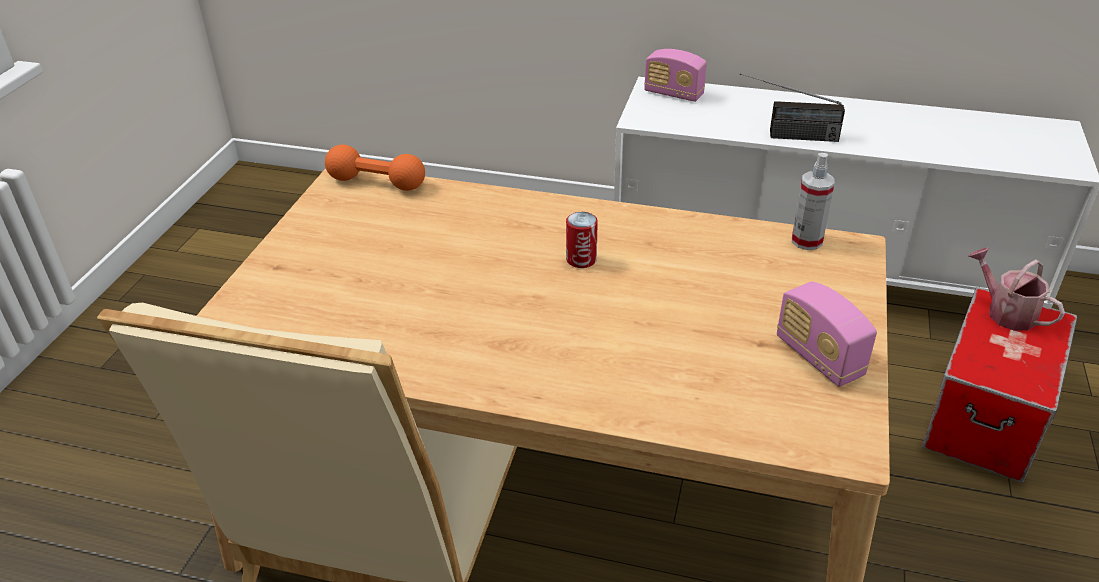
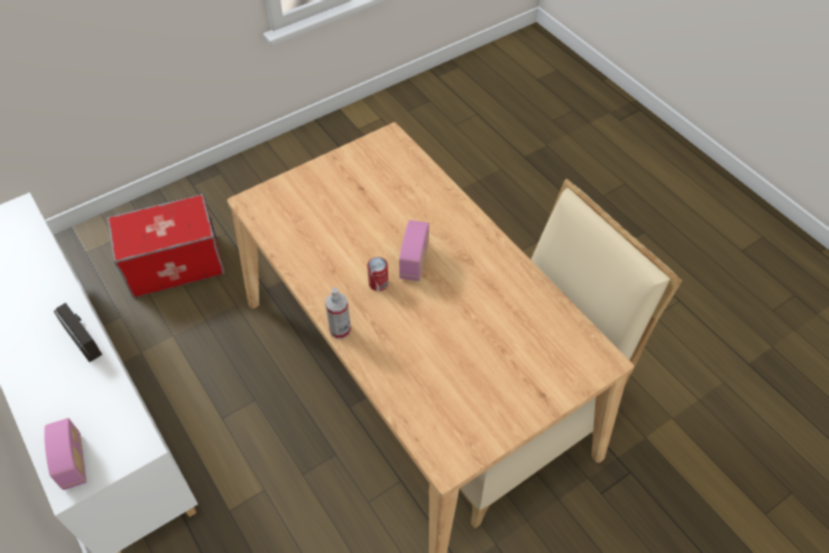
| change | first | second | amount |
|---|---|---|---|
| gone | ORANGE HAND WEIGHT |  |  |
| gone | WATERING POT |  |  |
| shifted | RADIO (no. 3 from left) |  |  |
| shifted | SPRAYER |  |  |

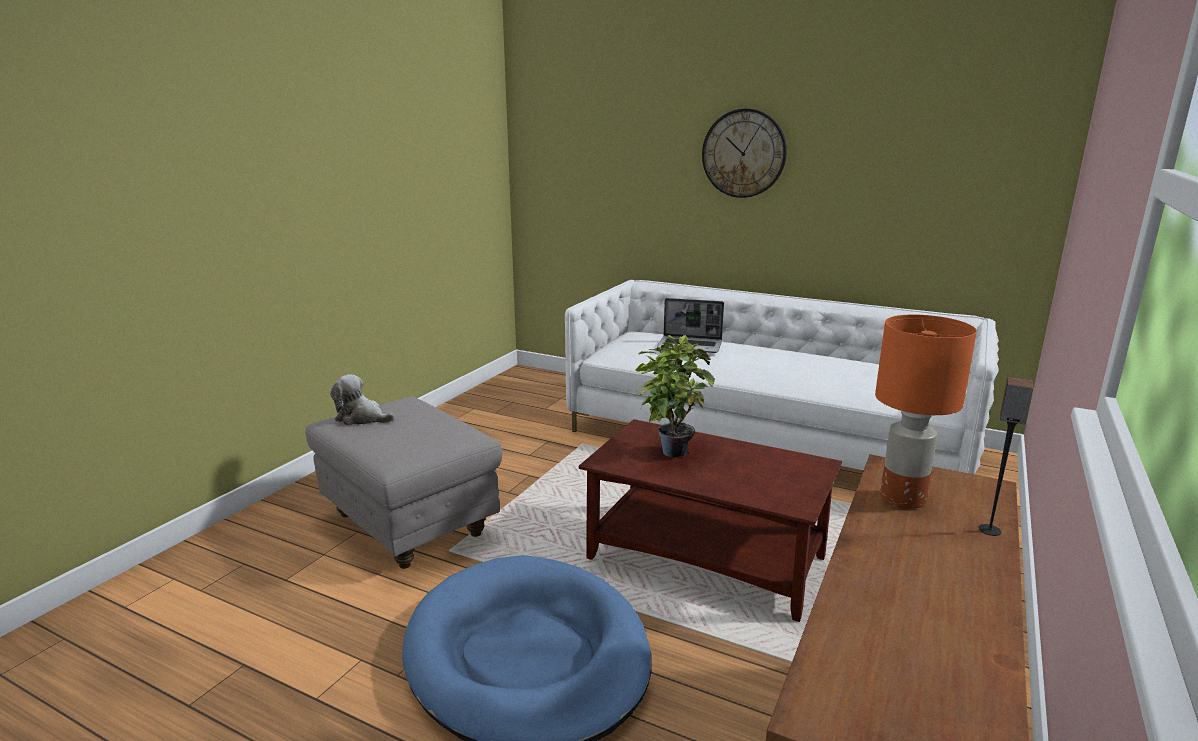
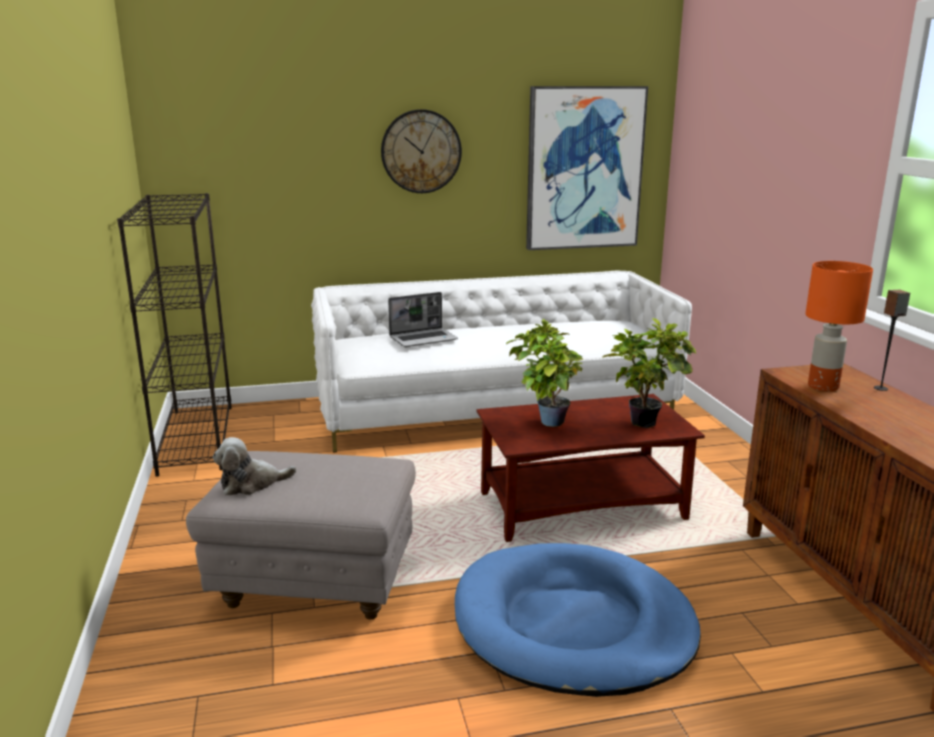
| change | first | second | amount |
|---|---|---|---|
| new |  | BLACK-COLOURED SHELVING UNIT |  |
| new |  | WALL PICTURE |  |
| new |  | PLANT IN A POT (no. 2 from left) |  |

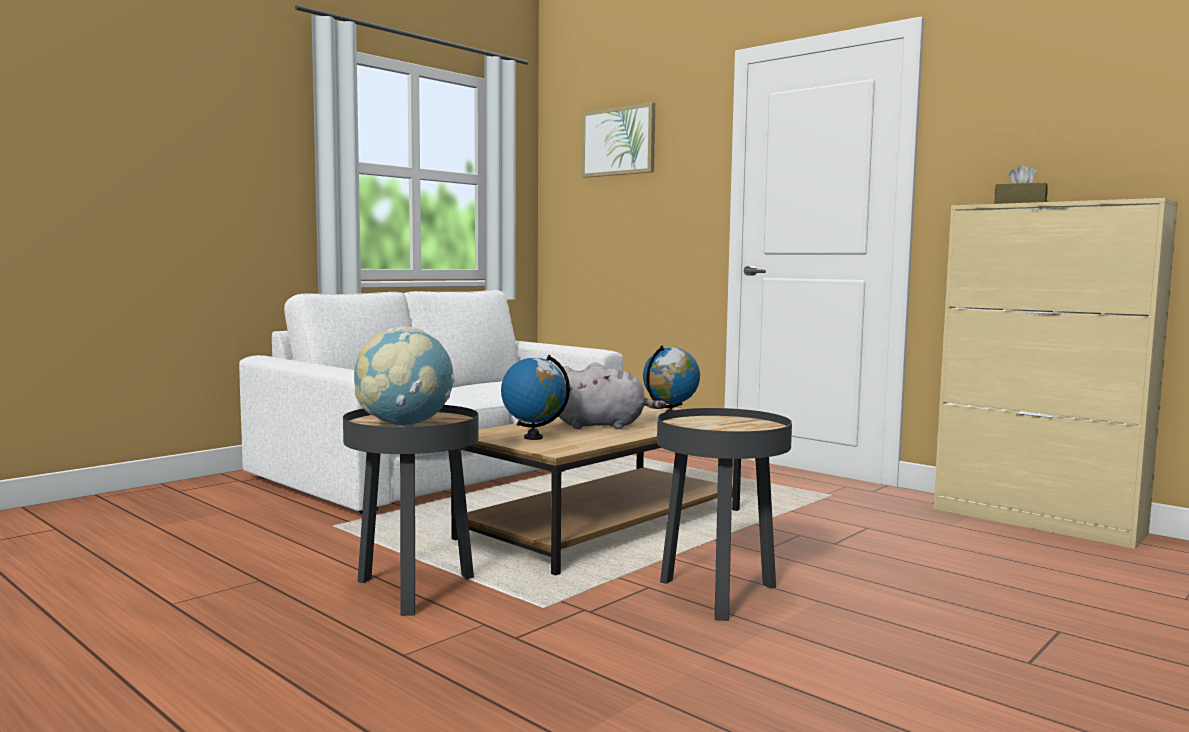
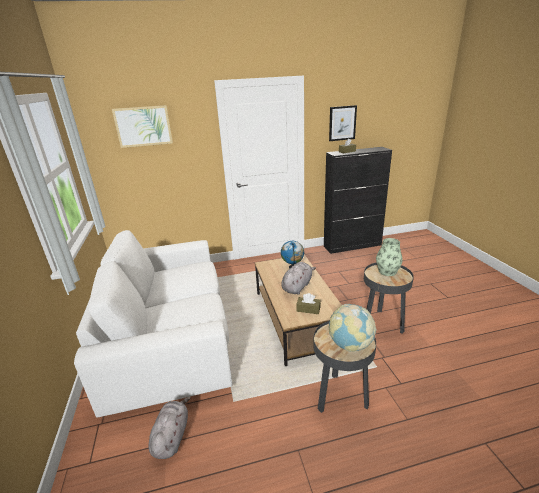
| change | first | second | amount |
|---|---|---|---|
| new |  | GRAY SOFT TOY (no. 1 from left) |  |
| new |  | WALL PICTURE (no. 2 from left) |  |
| new |  | FLOWER VASE |  |
| swapped | GLOBE (no. 2 from left) | BROWNISH BOX OF TISSUES (no. 1 from left) |  |
| repainted | BEIGE STORAGE CABINET | BLACK-COLOURED STORAGE CABINET |  |

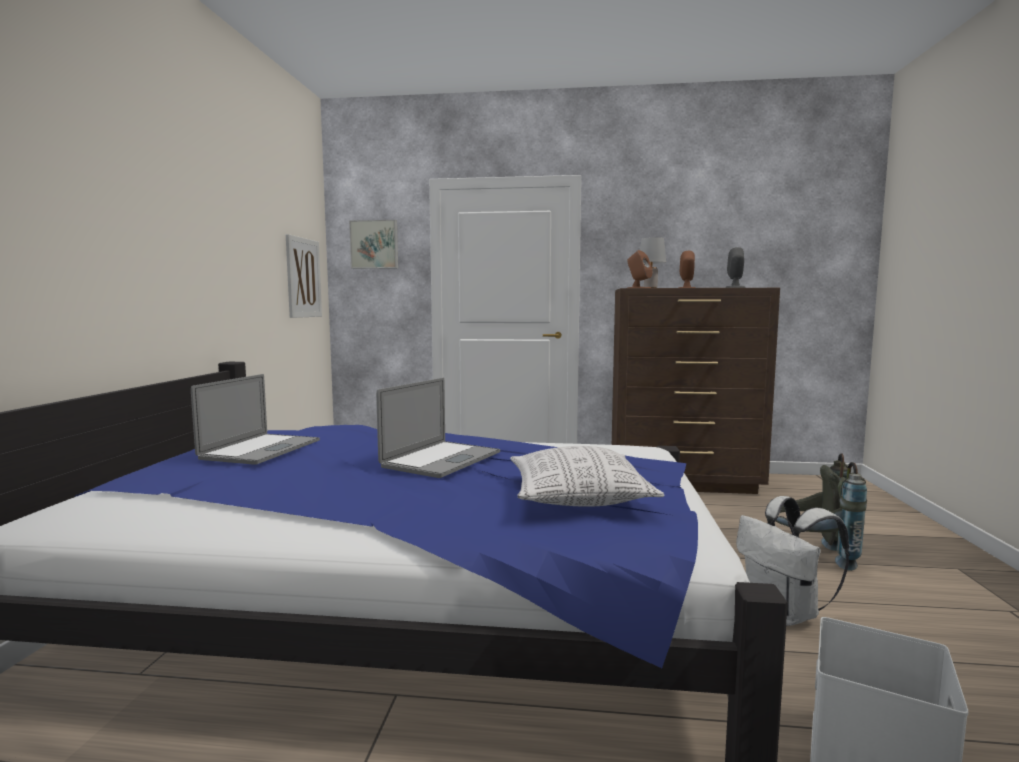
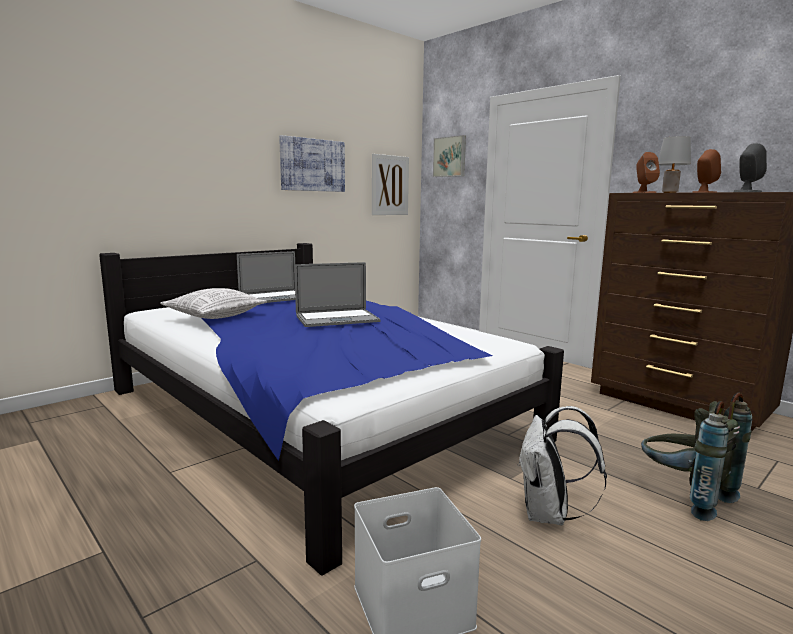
| change | first | second | amount |
|---|---|---|---|
| new |  | WALL PICTURE (no. 1 from left) |  |
| shifted | THROW PILLOW |  |  |

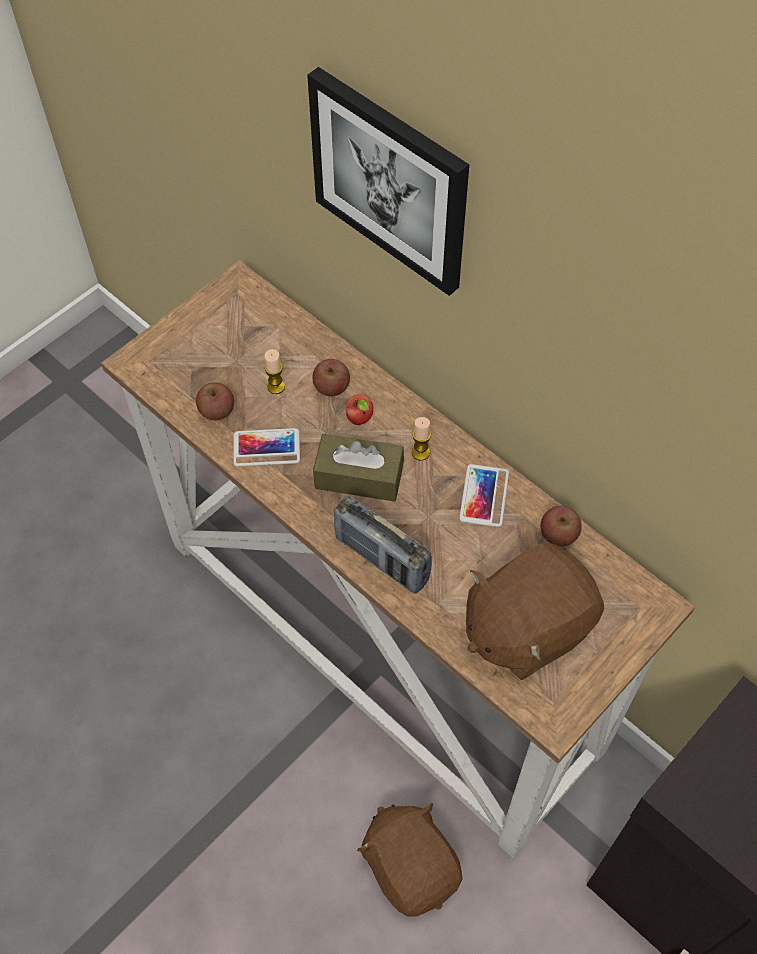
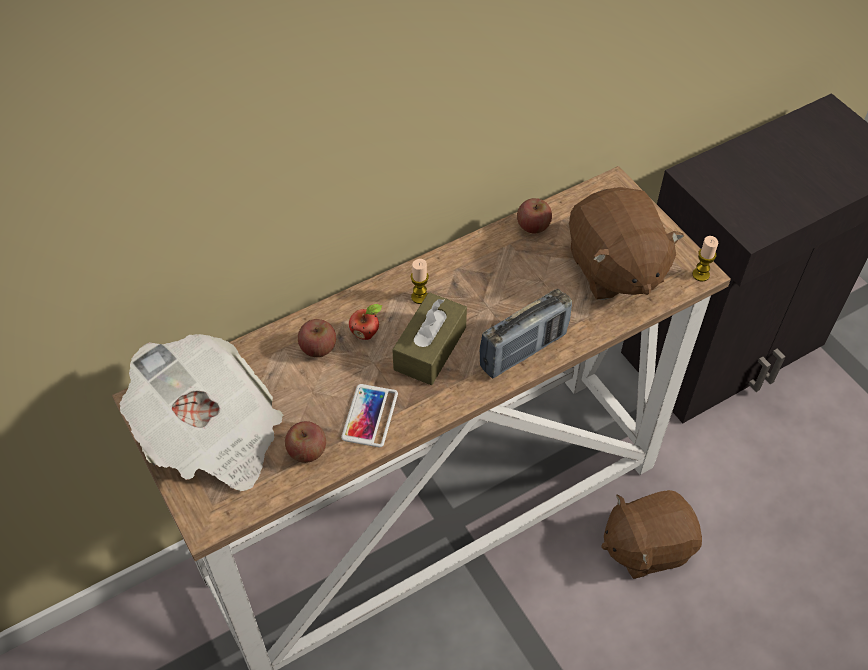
| change | first | second | amount |
|---|---|---|---|
| gone | WALL PICTURE |  |  |
| gone | TELEPHONE (no. 2 from left) |  |  |
| new |  | NEWSPAPER |  |
| shifted | WAX CANDLE (no. 1 from left in the first image) | WAX CANDLE (no. 2 from left) |  |

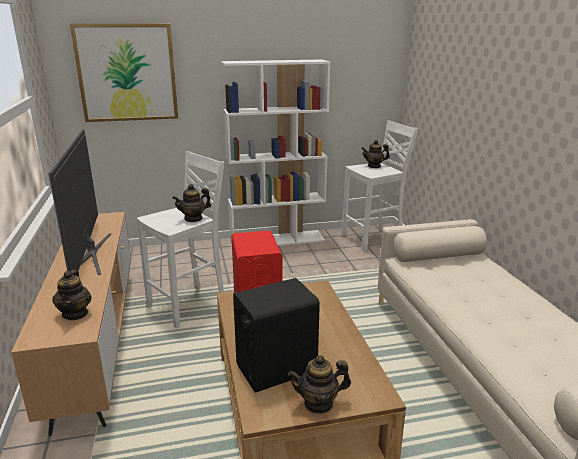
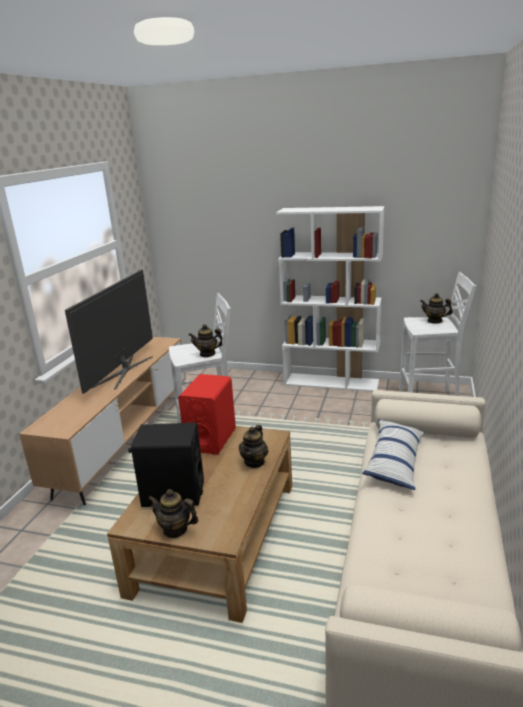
| change | first | second | amount |
|---|---|---|---|
| gone | WALL PICTURE |  |  |
| new |  | THROW PILLOW |  |
| shifted | TEA POT (no. 1 from left in the first image) | TEA POT (no. 3 from left) |  |

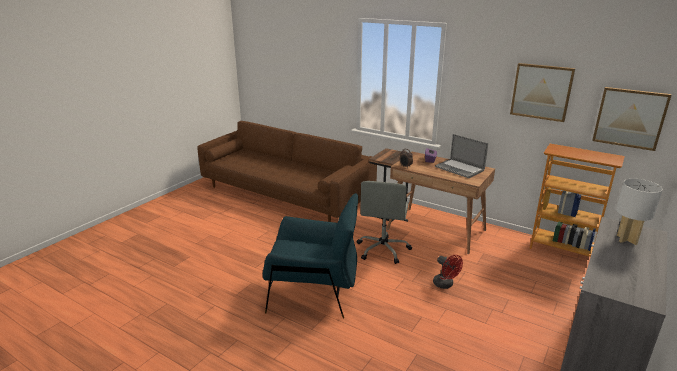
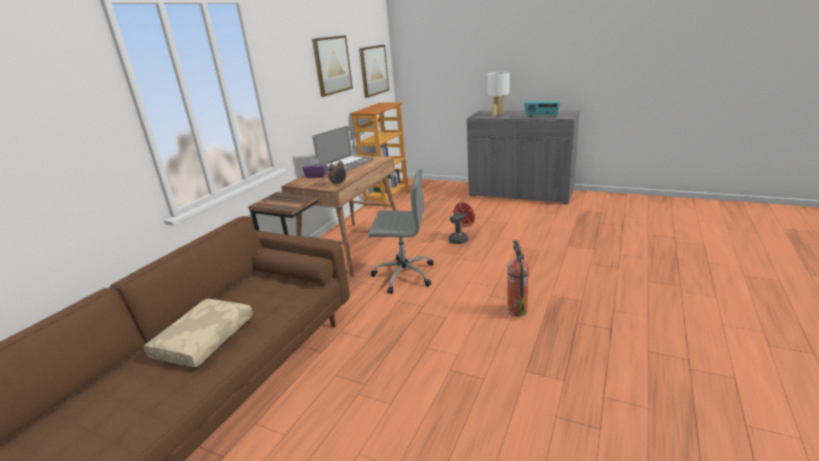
| change | first | second | amount |
|---|---|---|---|
| new |  | BEIGE THROW PILLOW |  |
| new |  | RADIO |  |
| swapped | BLUE-COLOURED LOUNGE CHAIR | FIRE EXTINGUISHER |  |

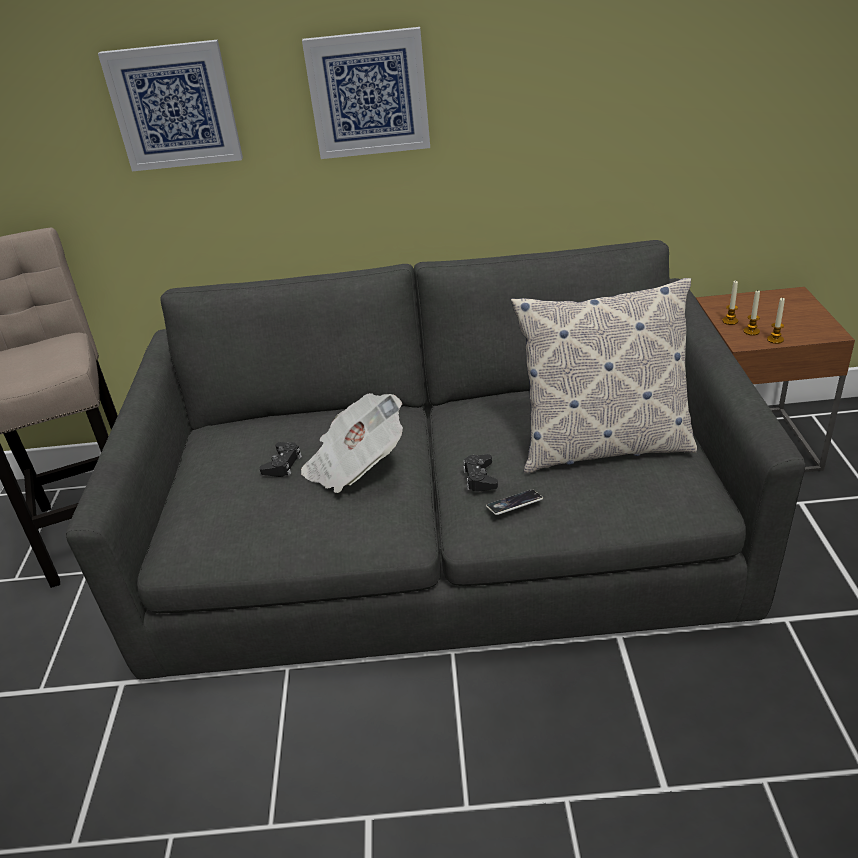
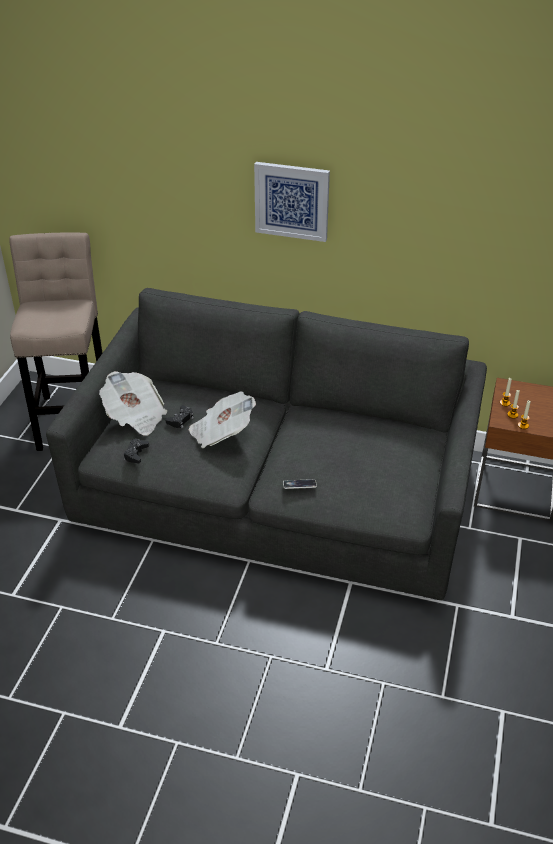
| change | first | second | amount |
|---|---|---|---|
| gone | WALL PICTURE (no. 1 from left) |  |  |
| gone | THROW PILLOW |  |  |
| new |  | NEWSPAPER (no. 1 from left) |  |
| shifted | BLACK-COLOURED GAMEPAD (no. 2 from left in the first image) | BLACK-COLOURED GAMEPAD (no. 1 from left) |  |

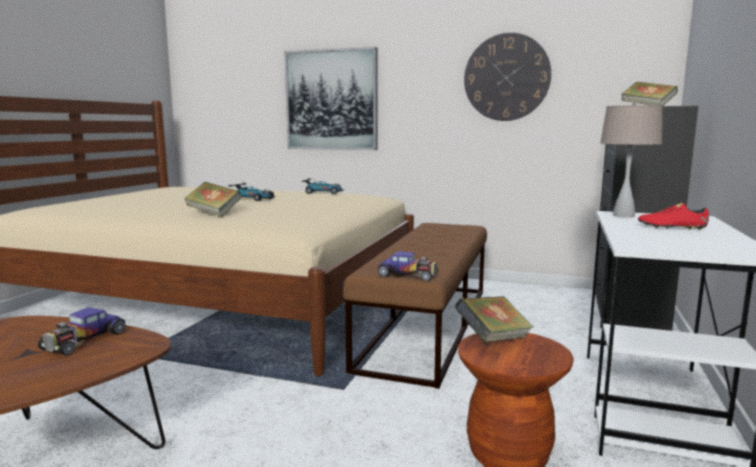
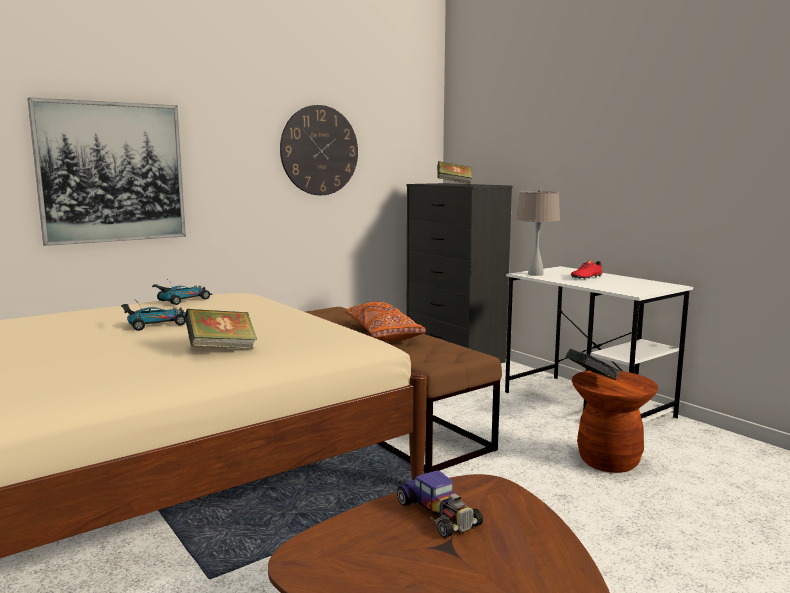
| change | first | second | amount |
|---|---|---|---|
| gone | MINIATURE CAR (no. 4 from left) |  |  |
| new |  | ORANGE THROW PILLOW |  |

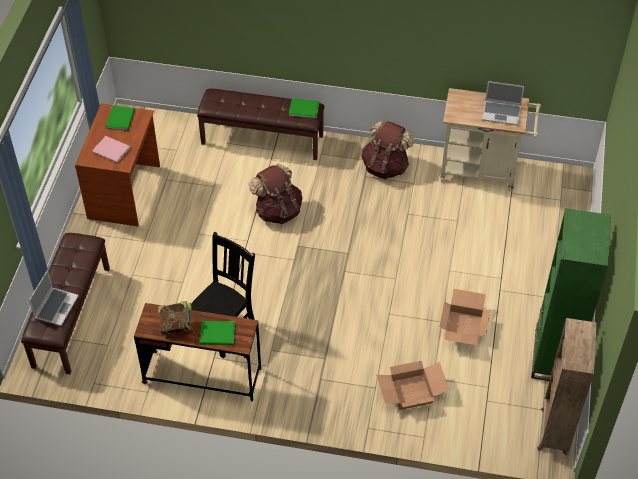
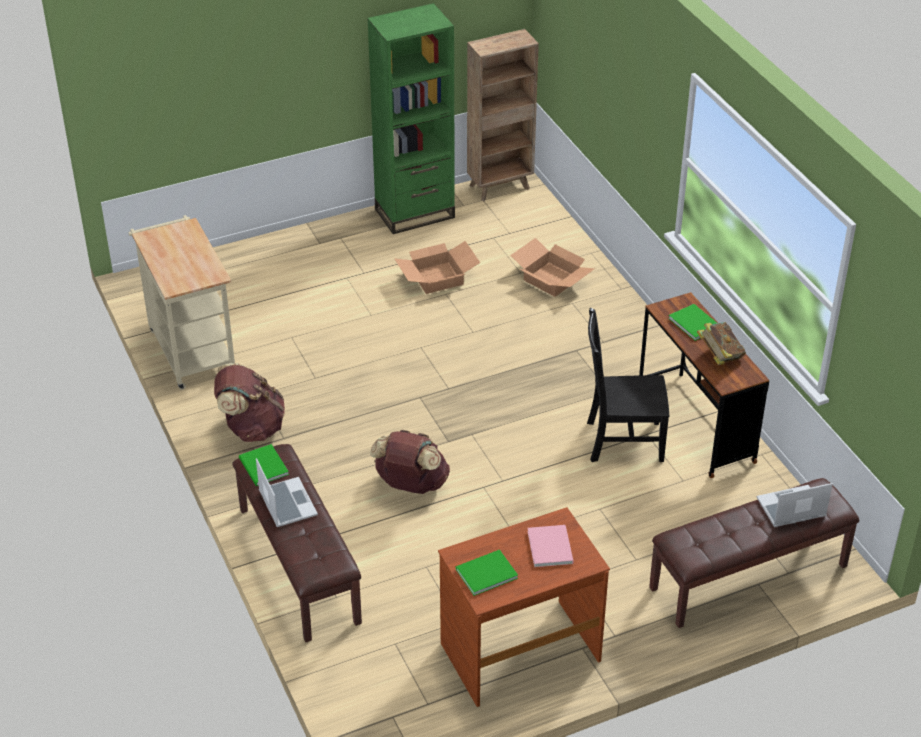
| change | first | second | amount |
|---|---|---|---|
| shifted | PORTABLE COMPUTER (no. 2 from left in the first image) | PORTABLE COMPUTER (no. 1 from left) |  |

